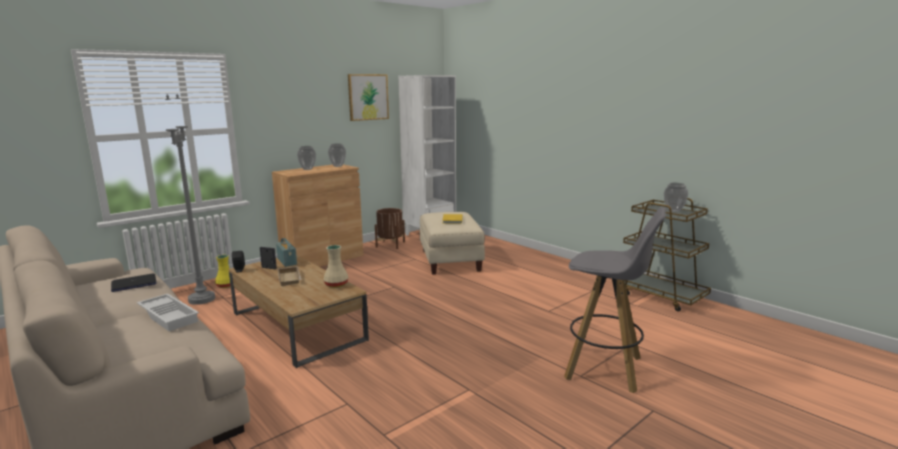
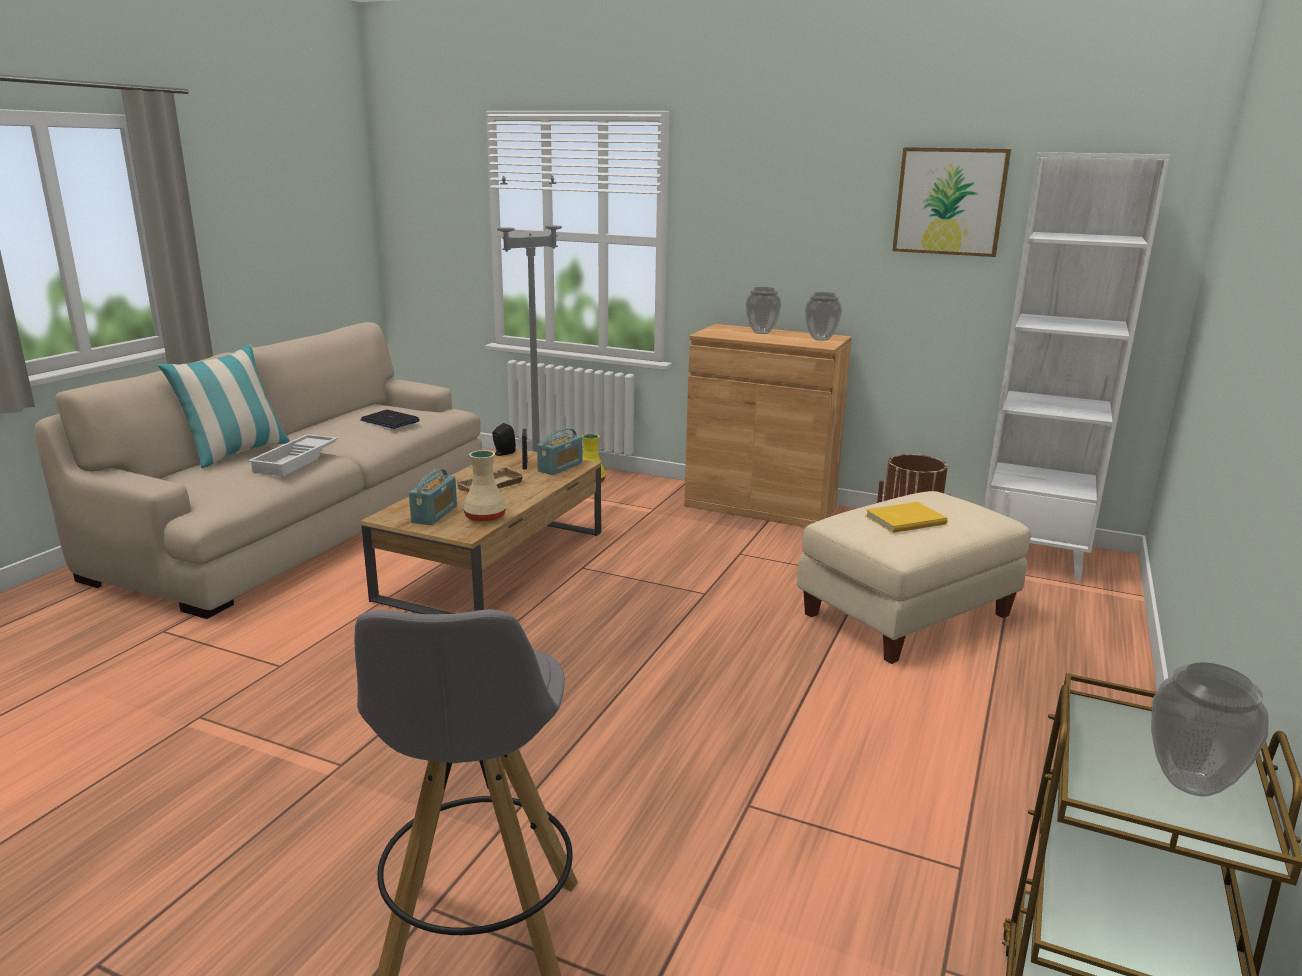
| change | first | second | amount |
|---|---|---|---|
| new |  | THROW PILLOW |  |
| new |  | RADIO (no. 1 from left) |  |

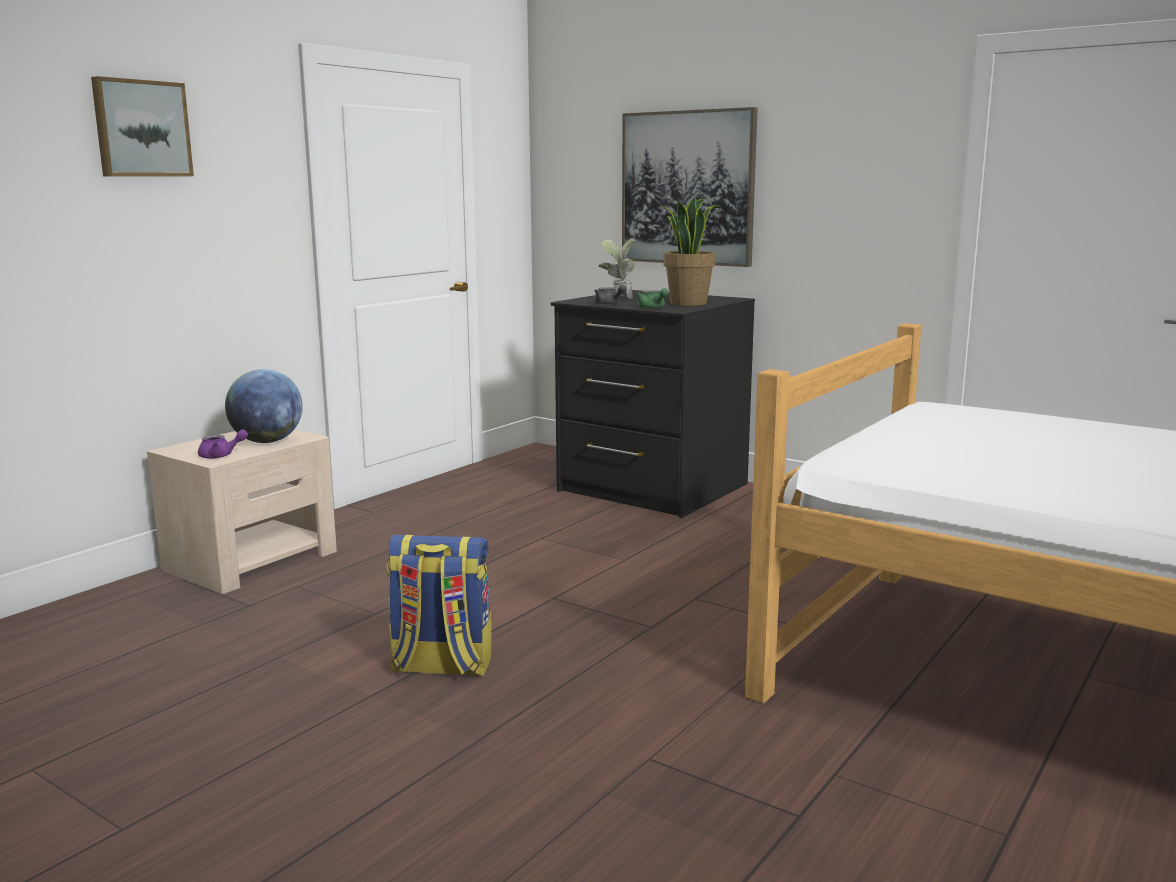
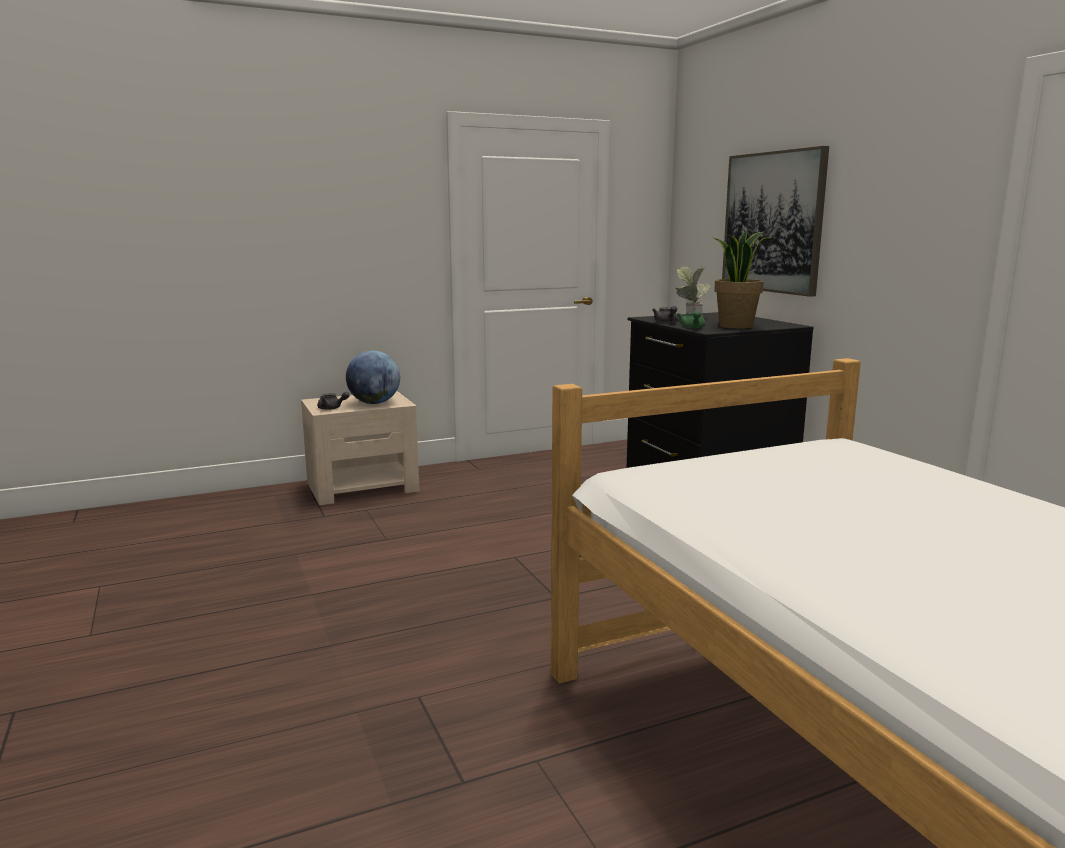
| change | first | second | amount |
|---|---|---|---|
| gone | WALL PICTURE (no. 1 from left) |  |  |
| gone | BACKPACK |  |  |
| repainted | PURPLISH TEA POT | GRAY TEA POT (no. 1 from left) |  |

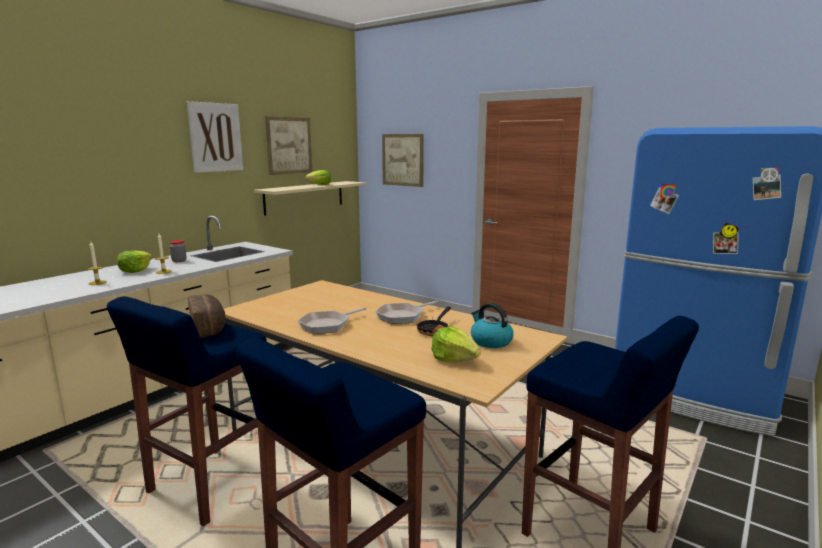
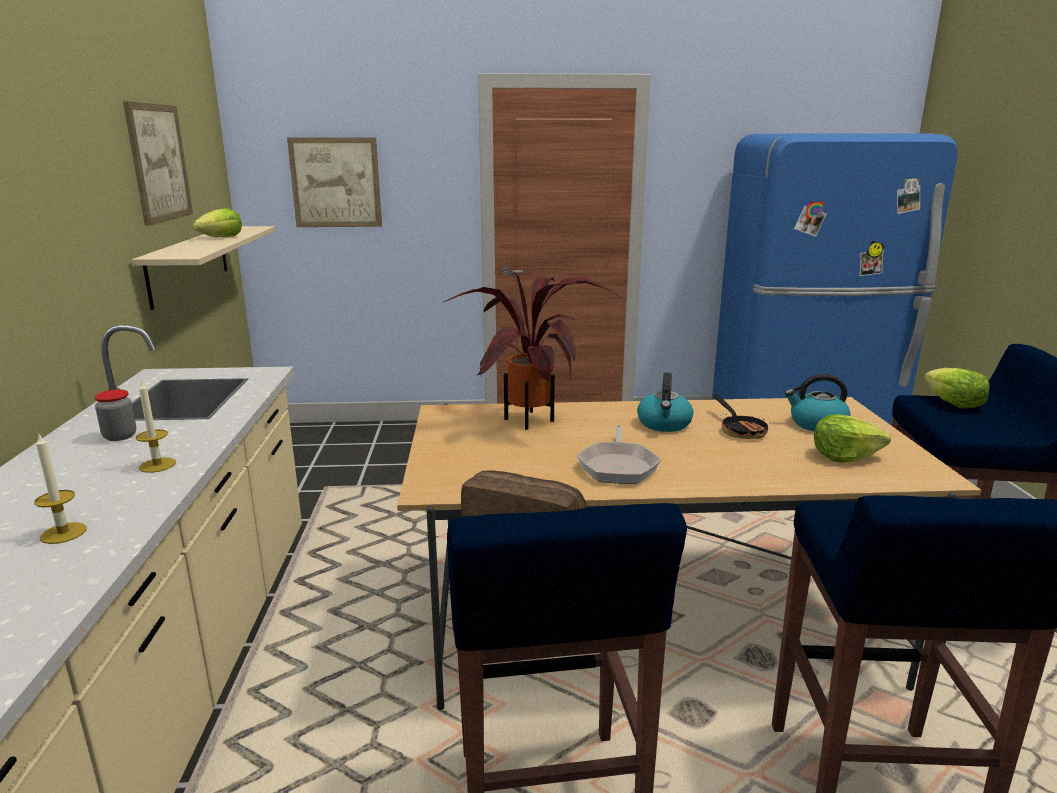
| change | first | second | amount |
|---|---|---|---|
| gone | WALL PICTURE (no. 1 from left) |  |  |
| new |  | PLANT IN A POT |  |
| shifted | LETTUCE (no. 1 from left in the first image) | LETTUCE (no. 3 from left) |  |
| swapped | FRYING PAN (no. 2 from left) | KETTLE (no. 1 from left) |  |

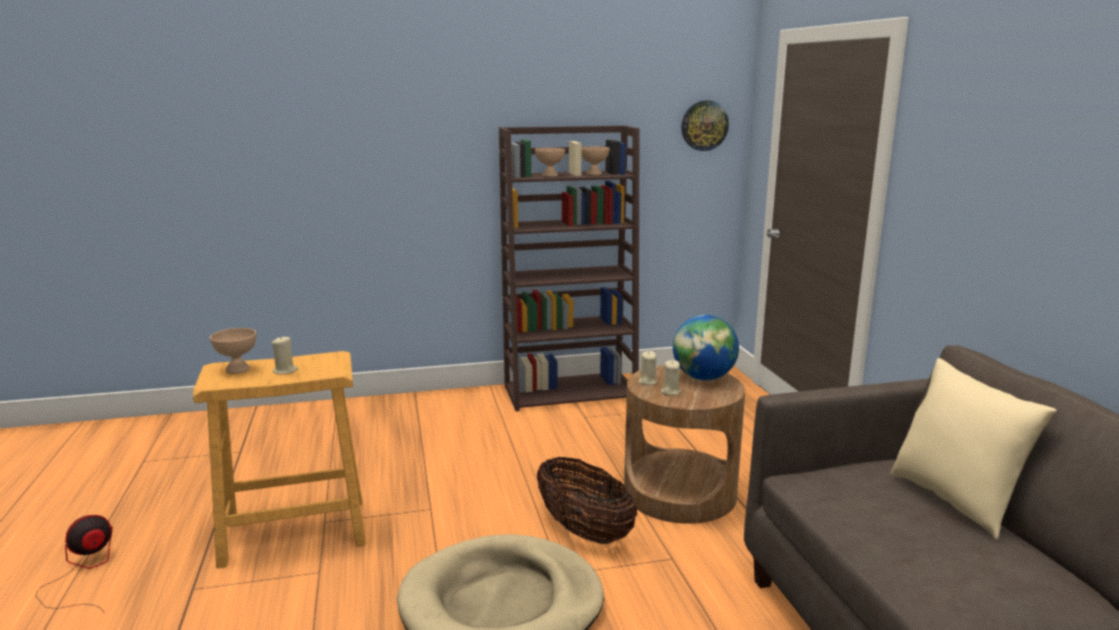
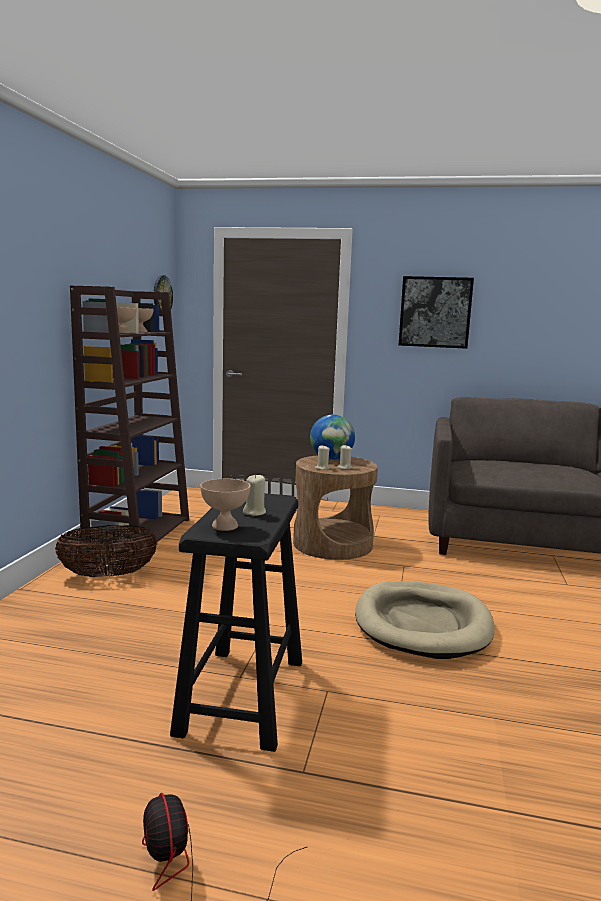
| change | first | second | amount |
|---|---|---|---|
| gone | BEIGE THROW PILLOW |  |  |
| new |  | WALL PICTURE |  |
| shifted | STORAGE BASKET |  |  |
| repainted | BEIGE SITTING STOOL | BLACK-COLOURED SITTING STOOL |  |

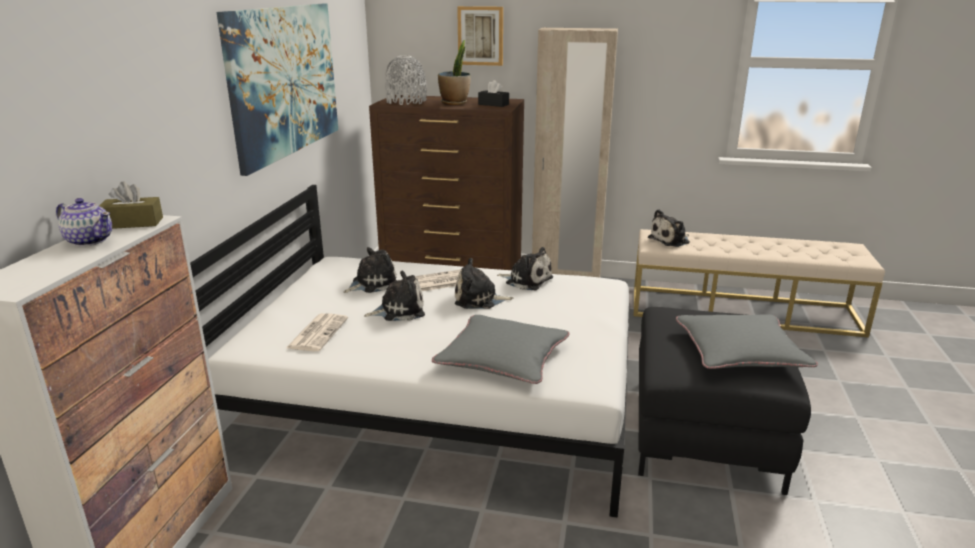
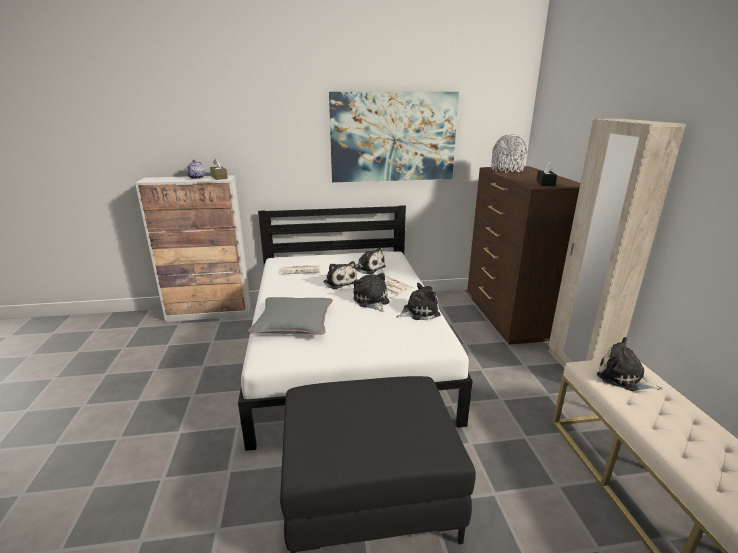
| change | first | second | amount |
|---|---|---|---|
| gone | PLANT IN A POT |  |  |
| gone | WALL PICTURE (no. 2 from left) |  |  |
| gone | GRAY THROW PILLOW (no. 2 from left) |  |  |
| rotated | SOFT TOY (no. 4 from left) |  | 120 degrees counterclockwise |

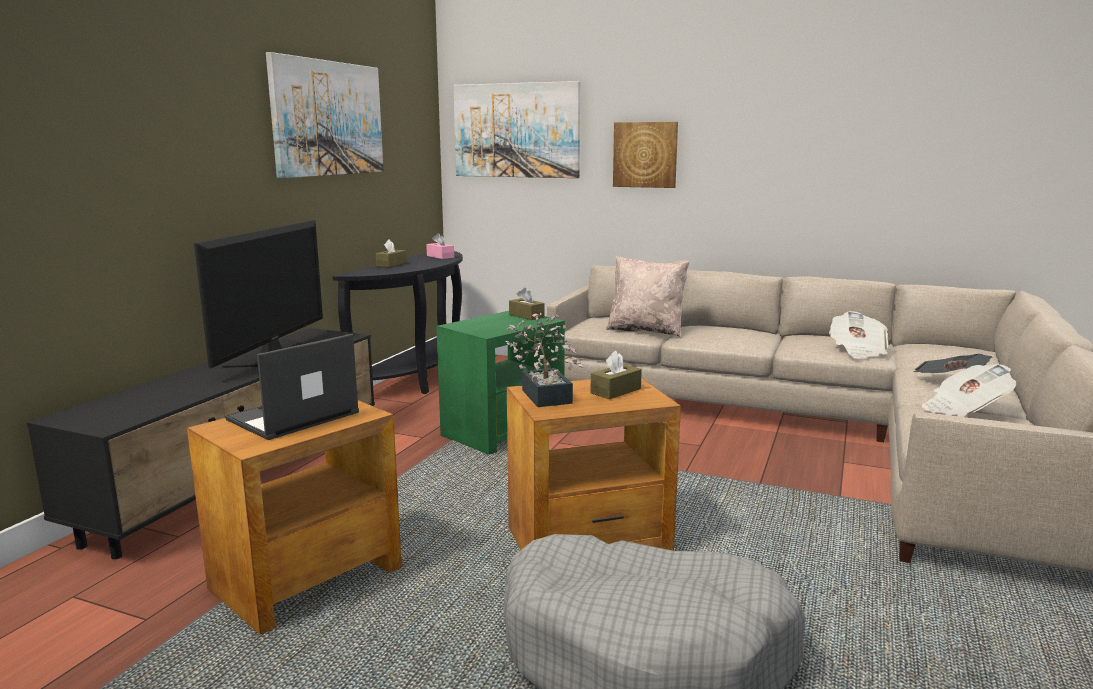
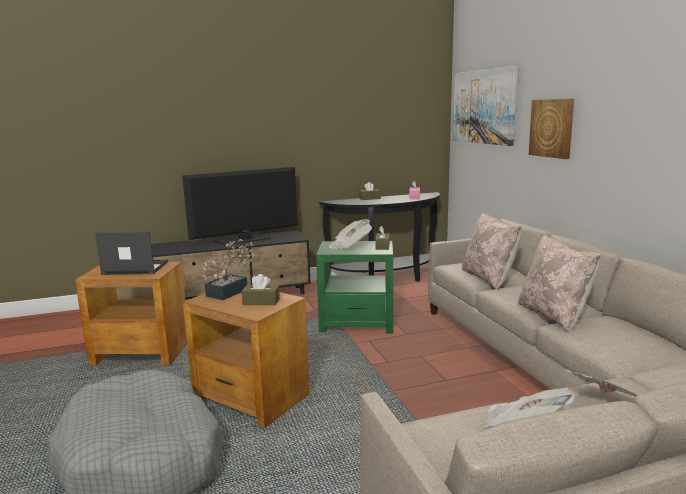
| change | first | second | amount |
|---|---|---|---|
| gone | WALL PICTURE (no. 1 from left) |  |  |
| new |  | BEIGE THROW PILLOW (no. 2 from left) |  |
| shifted | NEWSPAPER (no. 1 from left) |  |  |

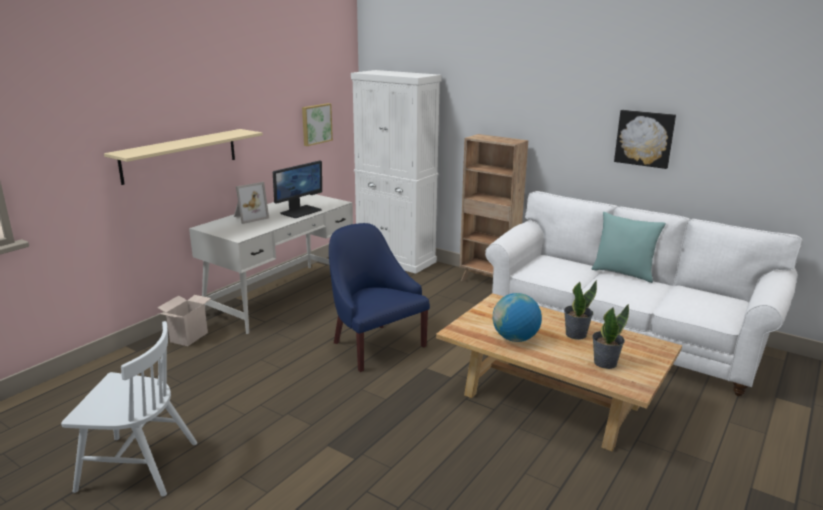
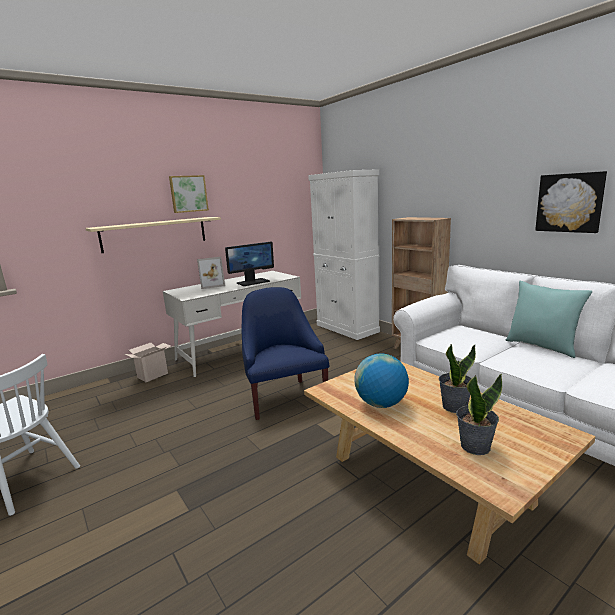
| change | first | second | amount |
|---|---|---|---|
| shifted | WALL PICTURE (no. 1 from left) |  |  |

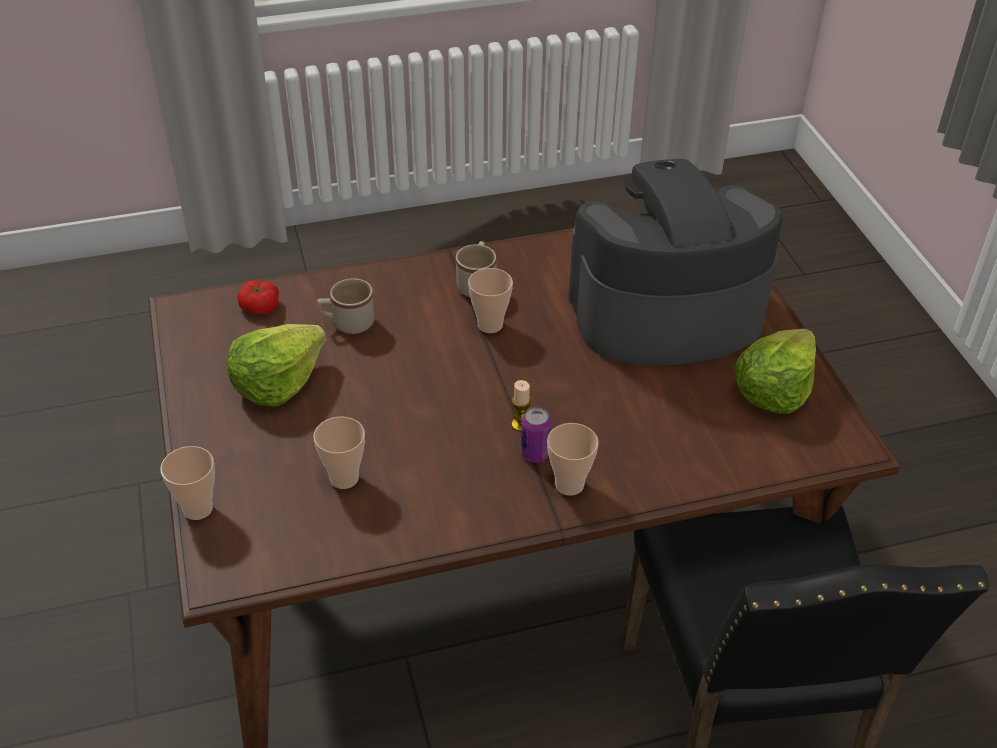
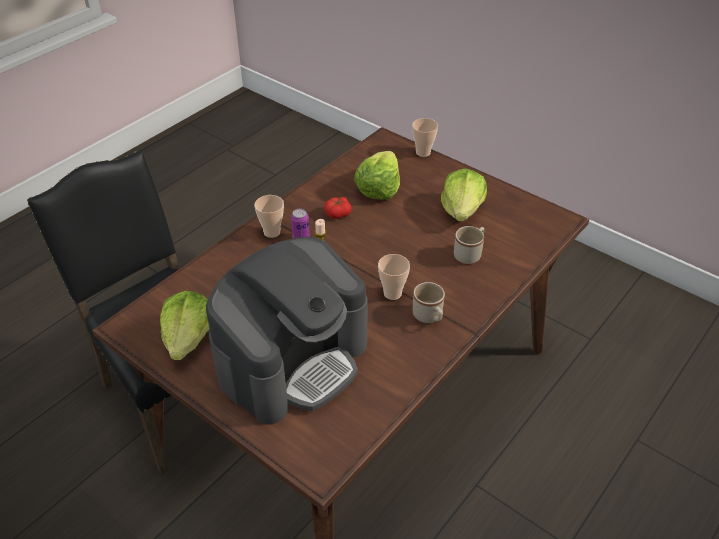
| change | first | second | amount |
|---|---|---|---|
| shifted | WHOLE TOMATO |  |  |
| swapped | DRINKING CUP (no. 2 from left) | LETTUCE (no. 2 from left) |  |

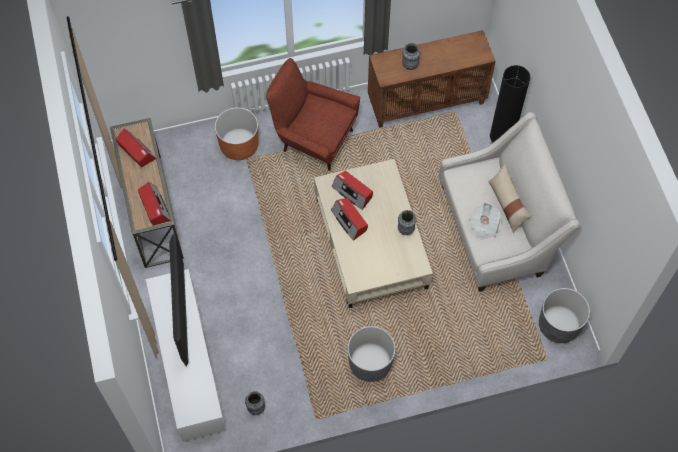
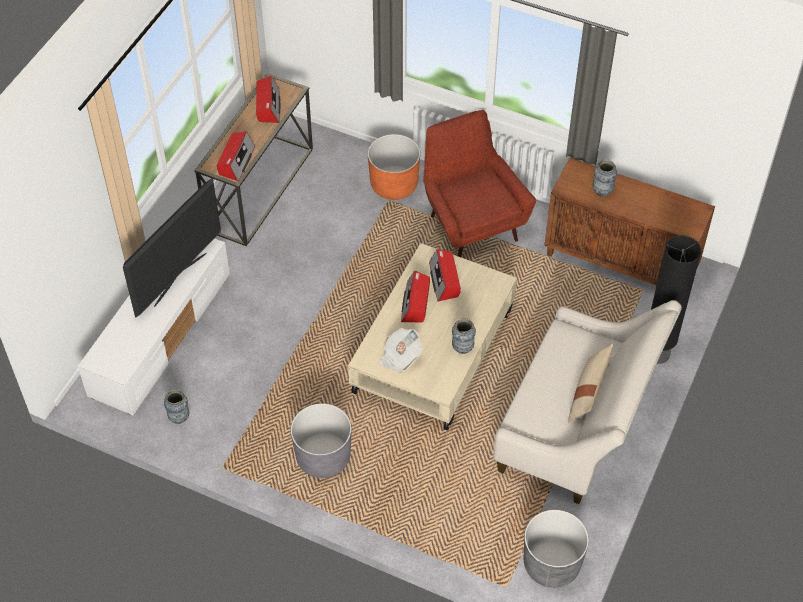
| change | first | second | amount |
|---|---|---|---|
| shifted | NEWSPAPER |  |  |

